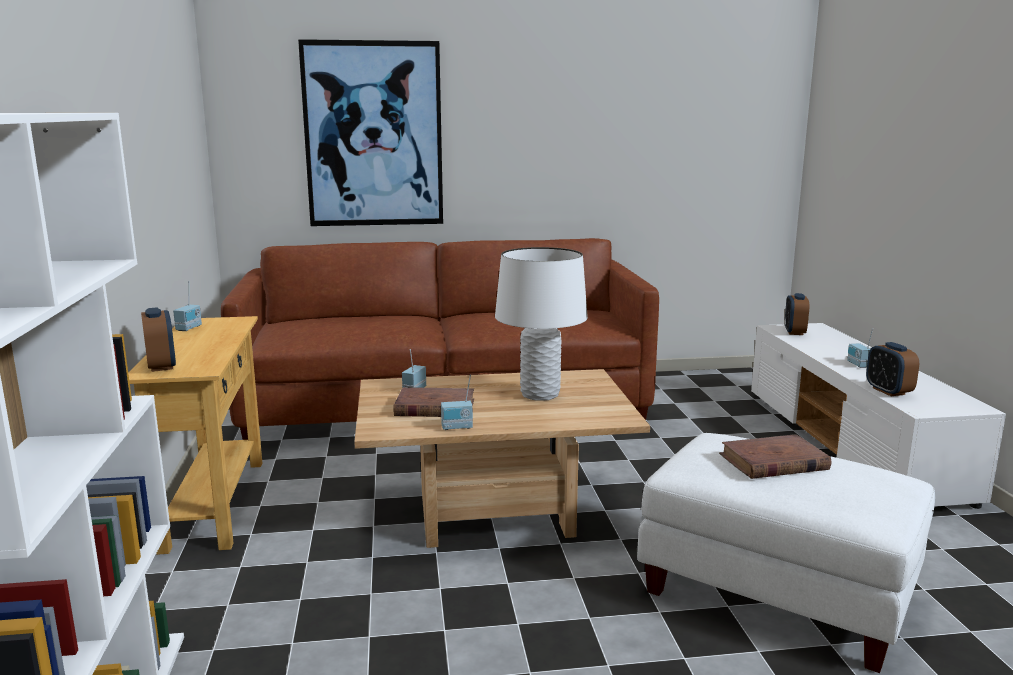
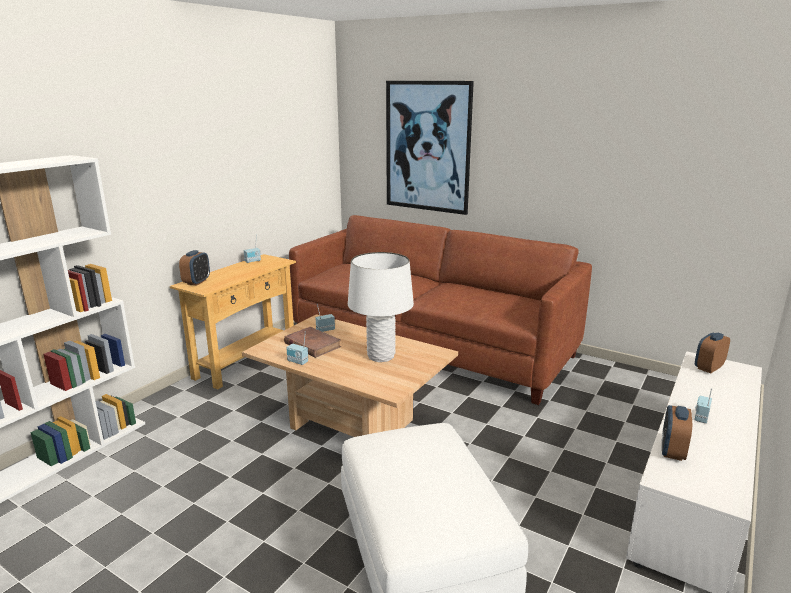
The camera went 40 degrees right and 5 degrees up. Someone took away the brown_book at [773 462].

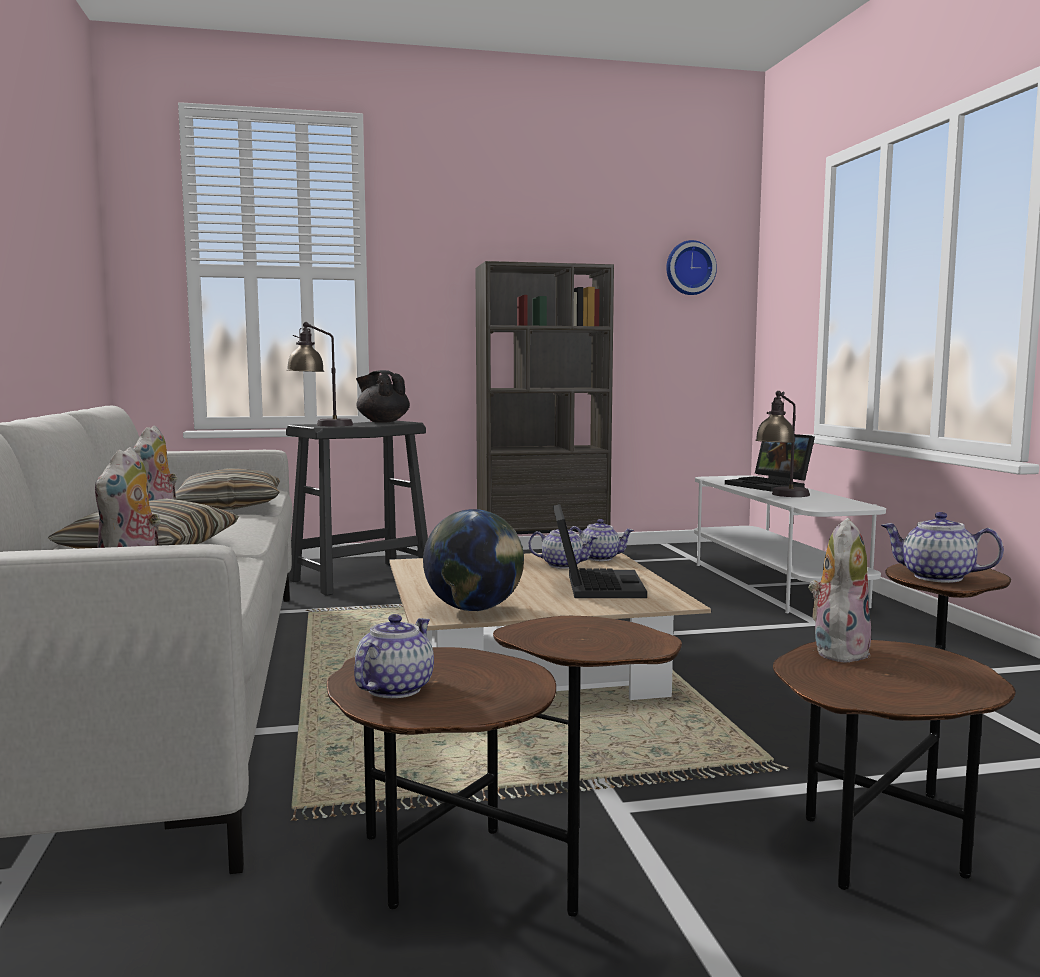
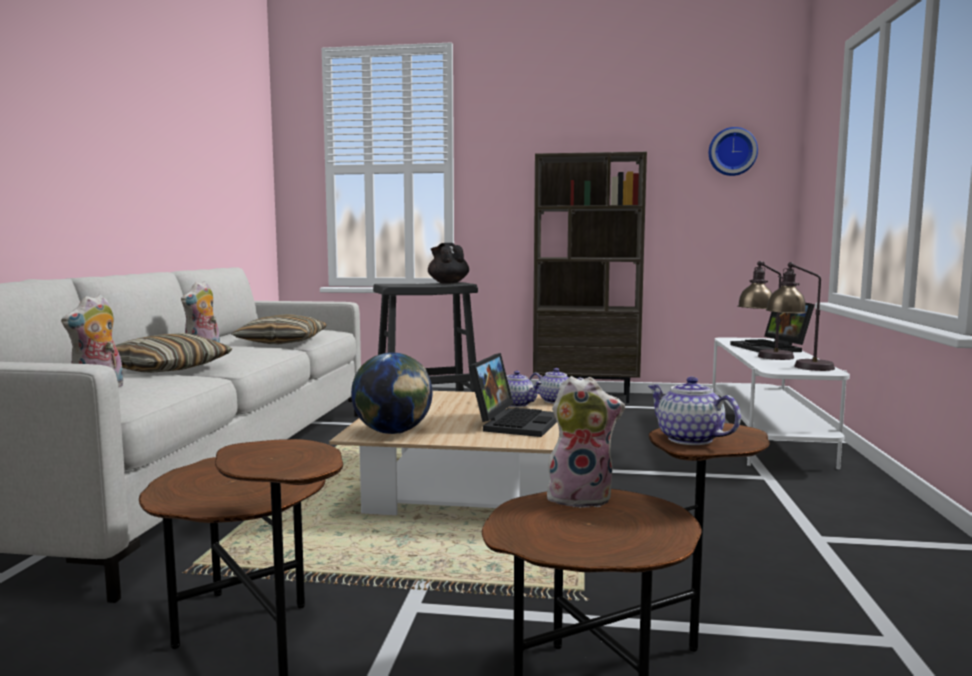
The camera went 20 degrees right and 0 degrees up. Someone carried the table_lamp from [320 425] to [798 366]. Someone rotated the plush_toy at [837 651] by 45 degrees clockwise. Someone took away the teapot at [394 688].

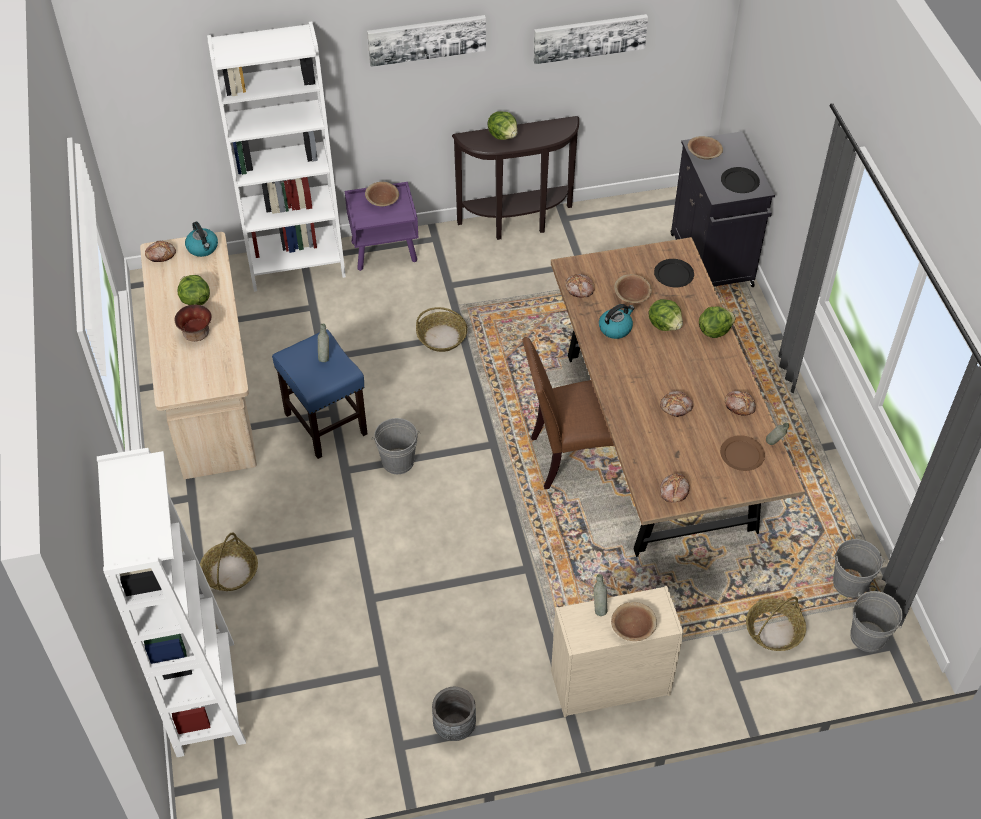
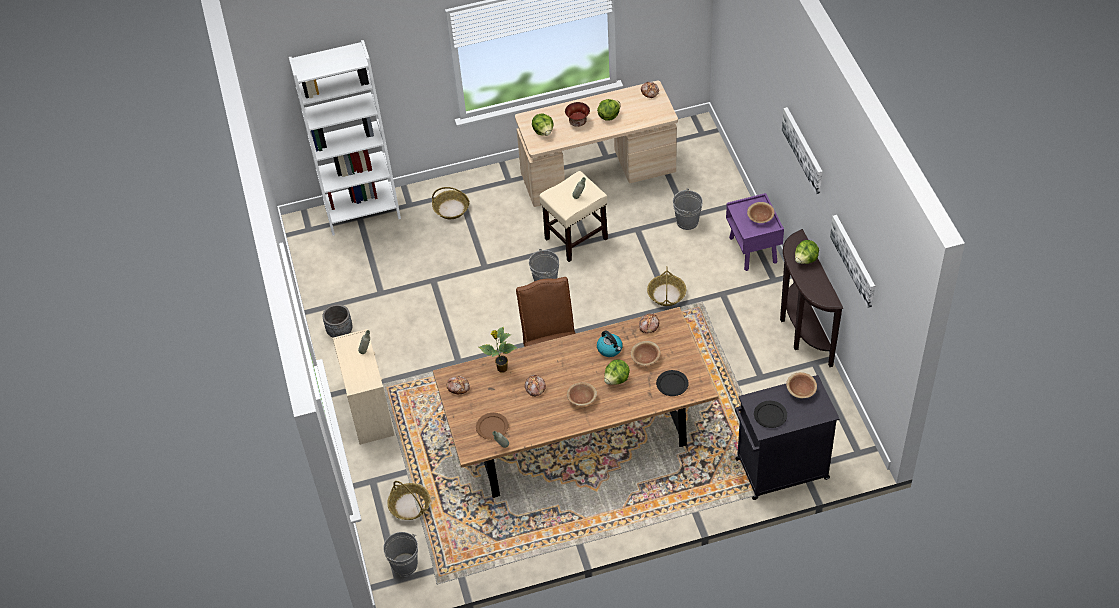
The camera went 90 degrees right and 0 degrees up. Someone took away the white_bookcase at [296 265]. Someone took away the kettle at [203 248]. Someone carried the lettuce from [714 331] to [543 131]. Someone repainted the blue_stool at [326 424], which became the beige_stool at [575 239]. Someone took away the bread at [739 405]. Someone carried the grey_bucket from [849 583] to [687 221]. Someone carried the brown_bowl from [632 628] to [582 399]. Someone put down the potted_plant at [501 369].

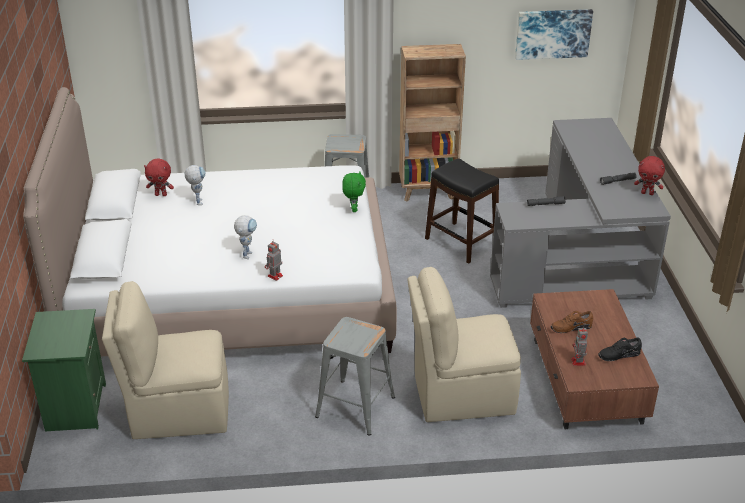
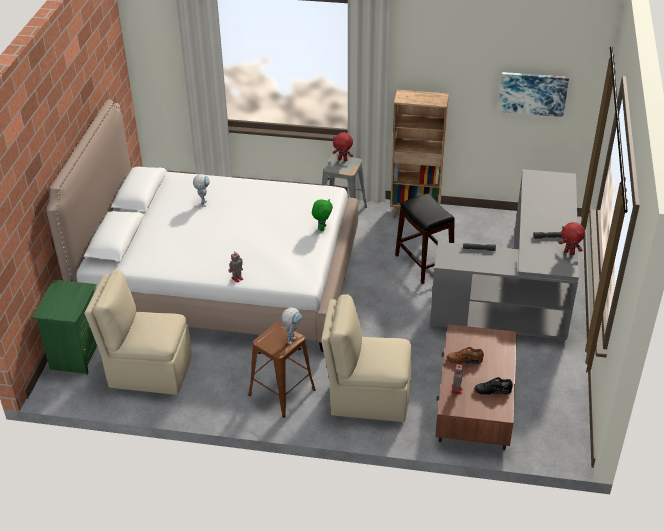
The camera went 15 degrees right and 5 degrees up. Someone carried the red_plush_toy from [161 194] to [343 160]. Someone carried the toy_robot from [247 253] to [292 338]. Someone repainted the grey_stool at [354 406], which became the brown_stool at [281 392].

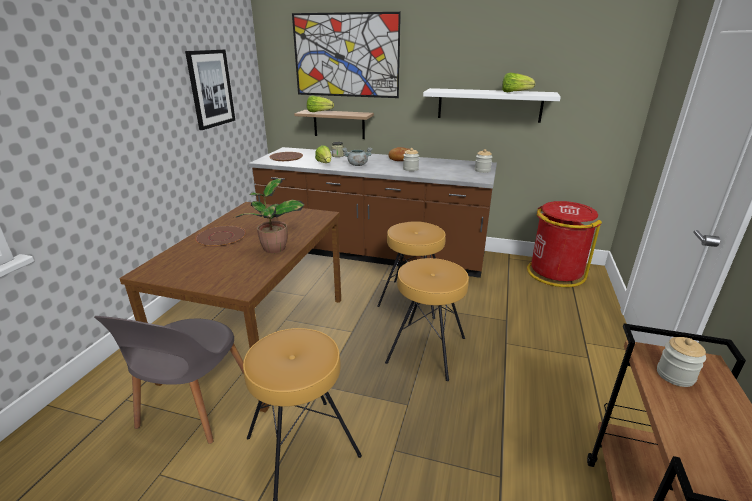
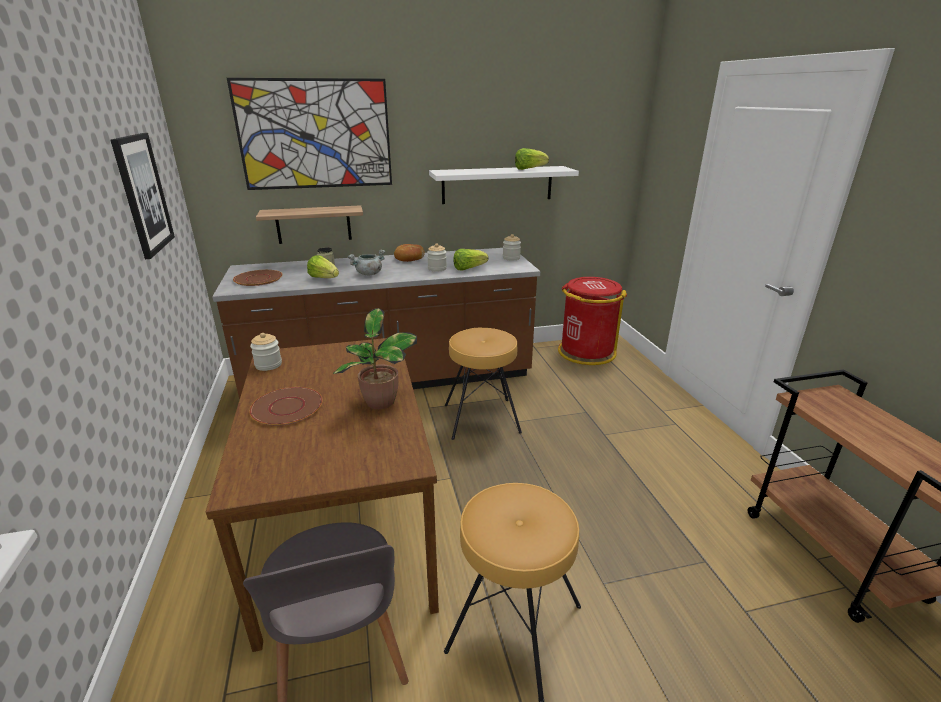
The camera went 30 degrees left and 0 degrees up. Someone carried the lettuce from [319 112] to [468 268]. Someone took away the brown_stool at [427 350]. Someone carried the jar from [675 375] to [268 365].

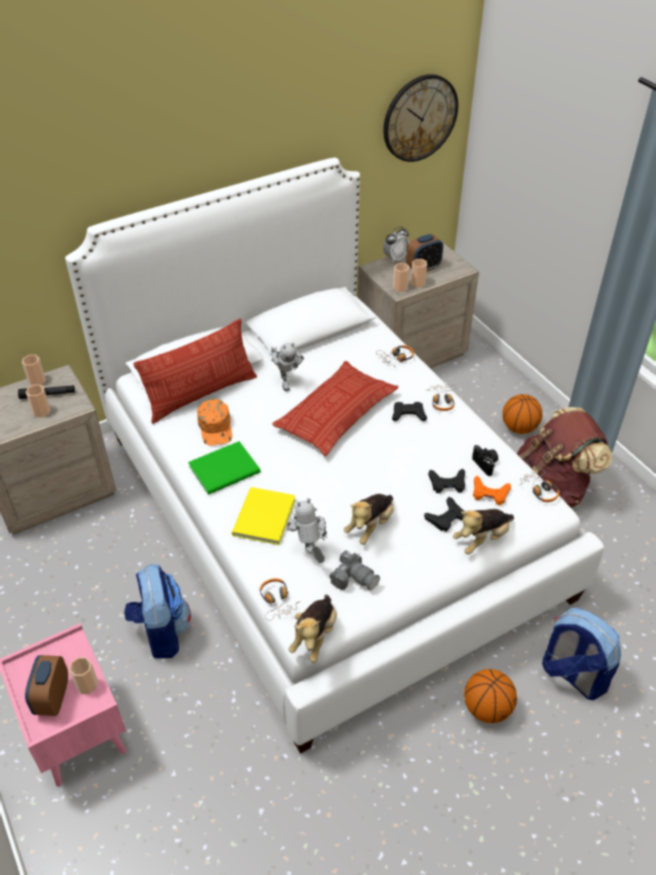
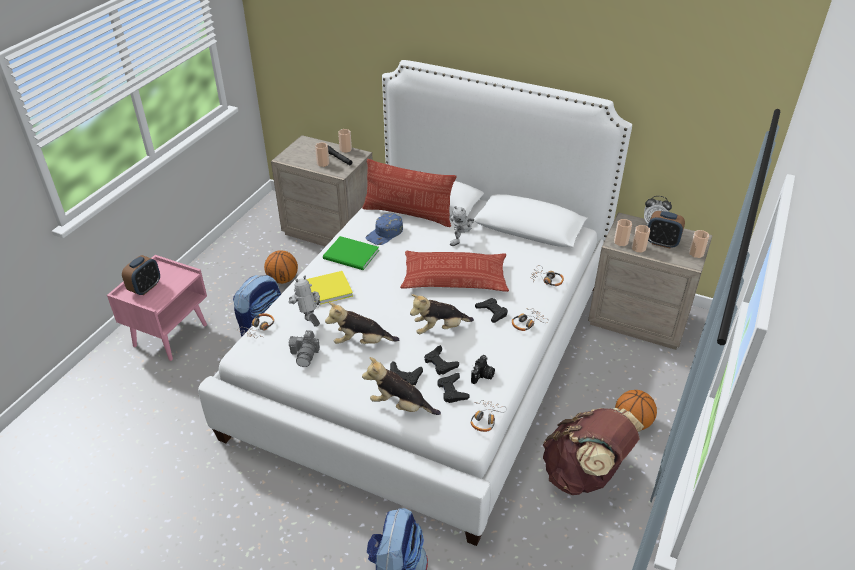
The camera went 55 degrees right and 5 degrees down. Someone took away the wall_clock at [419 118]. Someone repainted the orange_cap at [216 427], which became the blue_cap at [385 233]. Someone repainted the orange_game_controller at [489 493], which became the black_game_controller at [452 391]. Someone rotated the toy_robot at [310 553] by 60 degrees counterclockwise. Someone carried the plush_toy from [314 636] to [439 329]. Someone rotated the alarm_clock at [52 698] by 150 degrees clockwise. Someone carried the cup from [87 684] to [696 253]. Someone carried the basketball from [487 708] to [283 279].

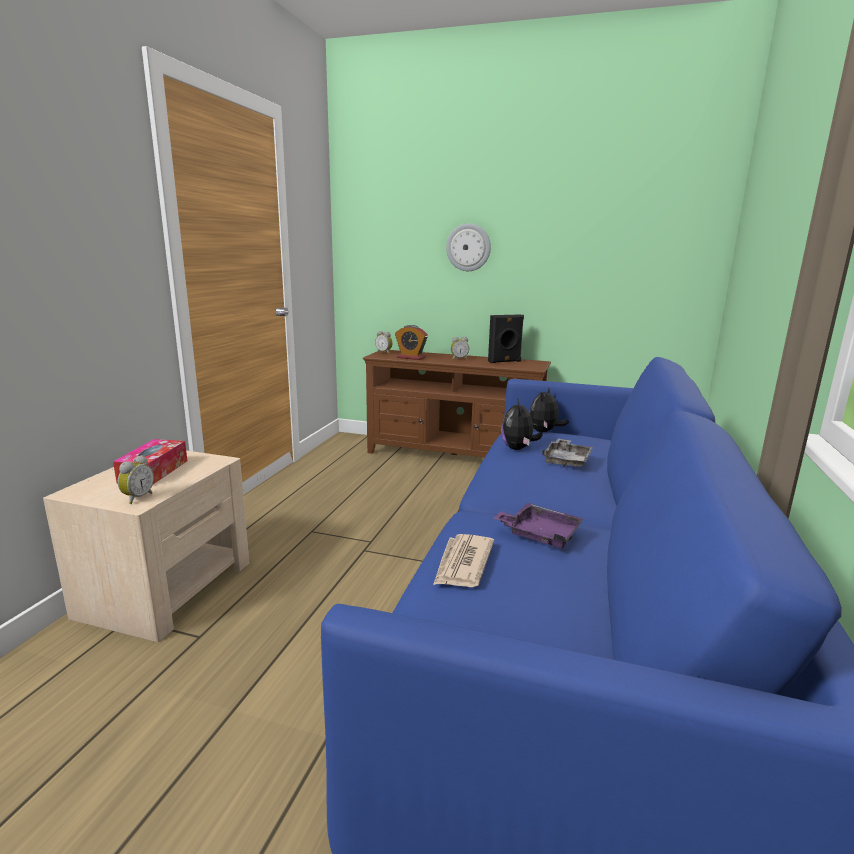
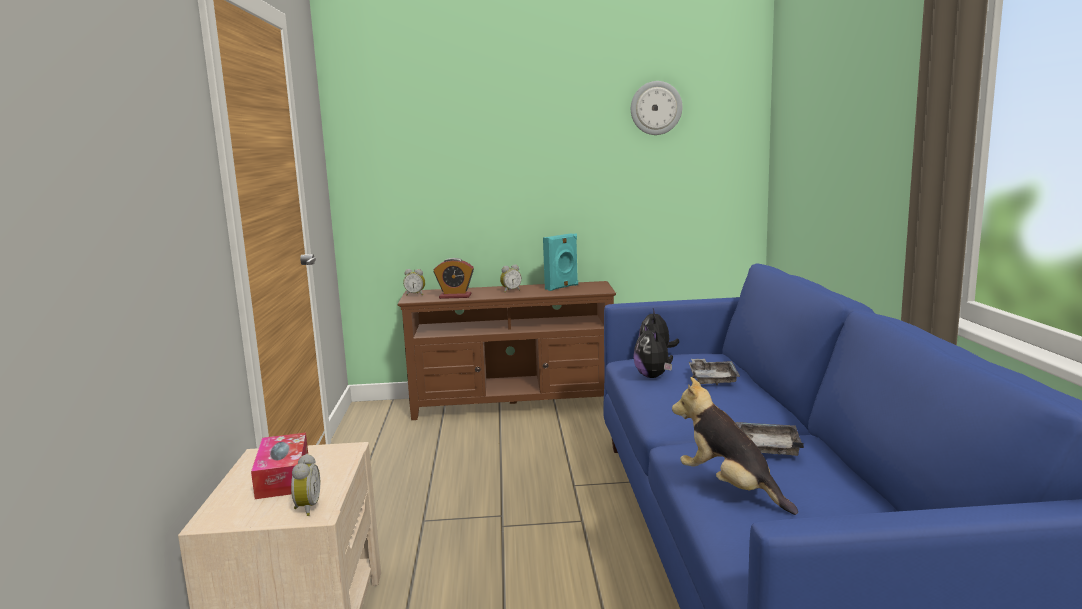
The camera went 20 degrees left and 5 degrees down. Someone carried the wall_clock from [468 247] to [656 108]. Someone repainted the black_speaker at [504 361], which became the turquoise_speaker at [562 287]. Someone repainted the purple_tray at [539 534], which became the grey_tray at [763 448]. Someone swapped the newspaper at [462 564] for the plush_toy at [730 488].

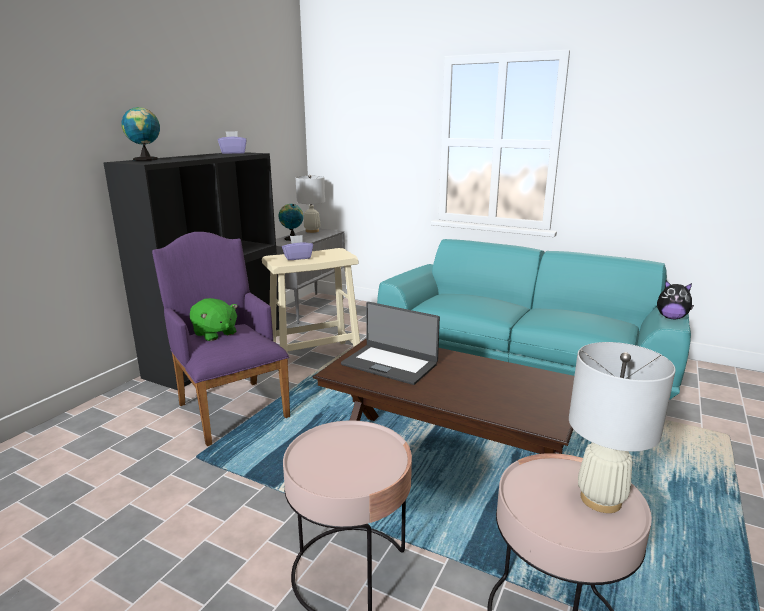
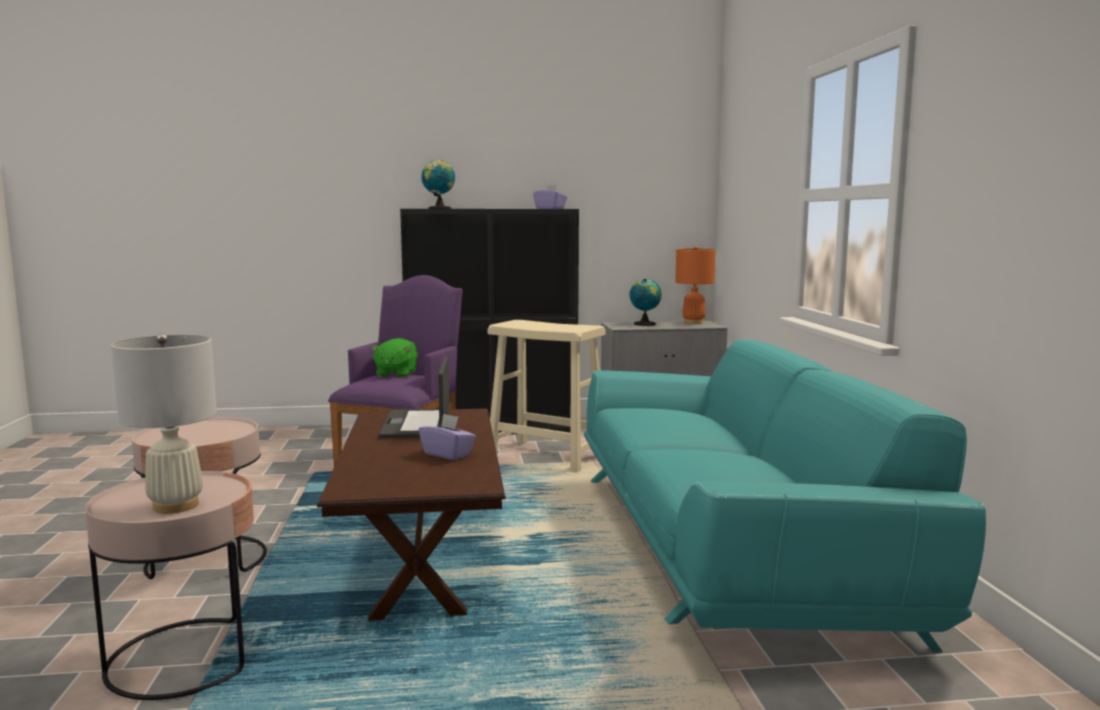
The camera went 55 degrees right and 10 degrees down. Someone repainted the white_table_lamp at [312 231], which became the orange_table_lamp at [693 322]. Someone carried the purple_tissue_box from [297 258] to [448 454]. Someone took away the plush_toy at [671 318].

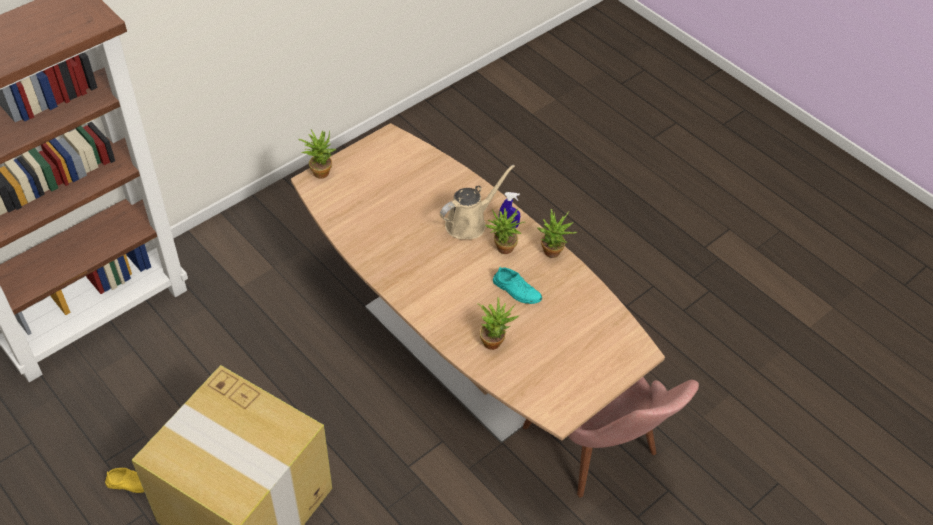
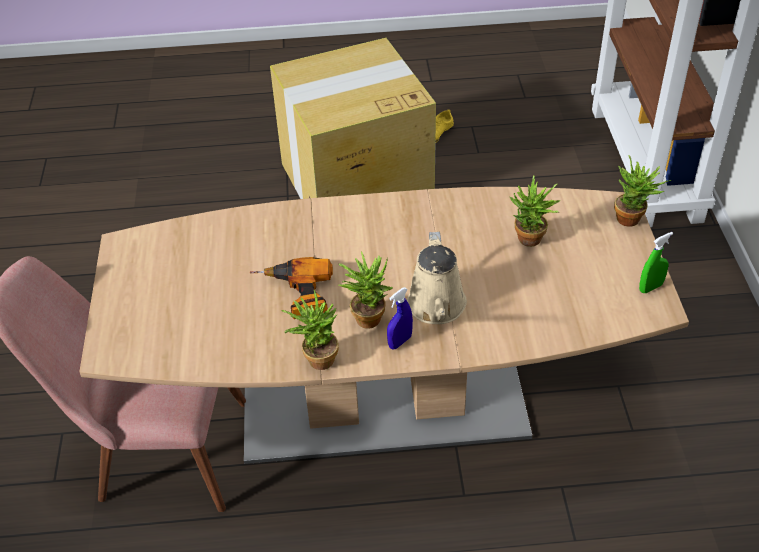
The camera went 130 degrees right and 5 degrees down. Someone swapped the turquoise_shoe at [516 290] for the power_drill at [297 295]. Someone carried the potted_plant from [495 340] to [529 242]. Someone put down the green_spray_bottle at [650 287].

